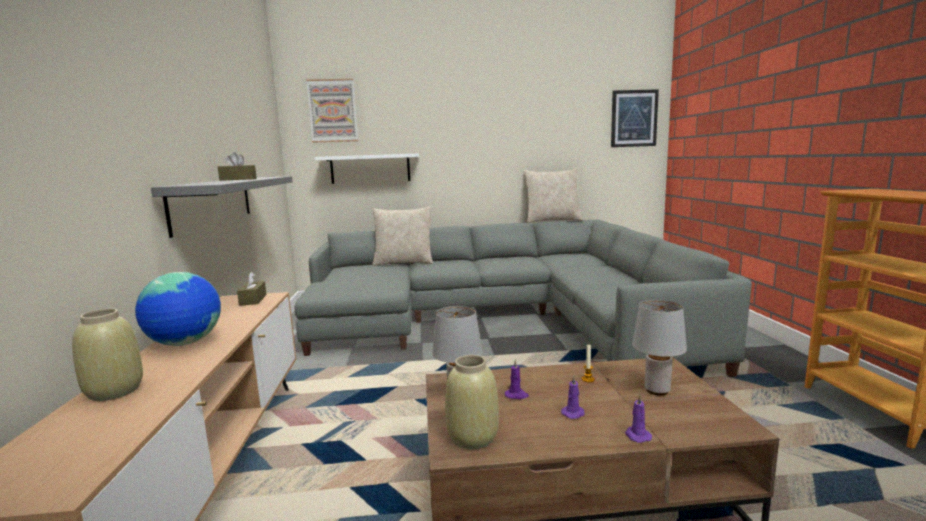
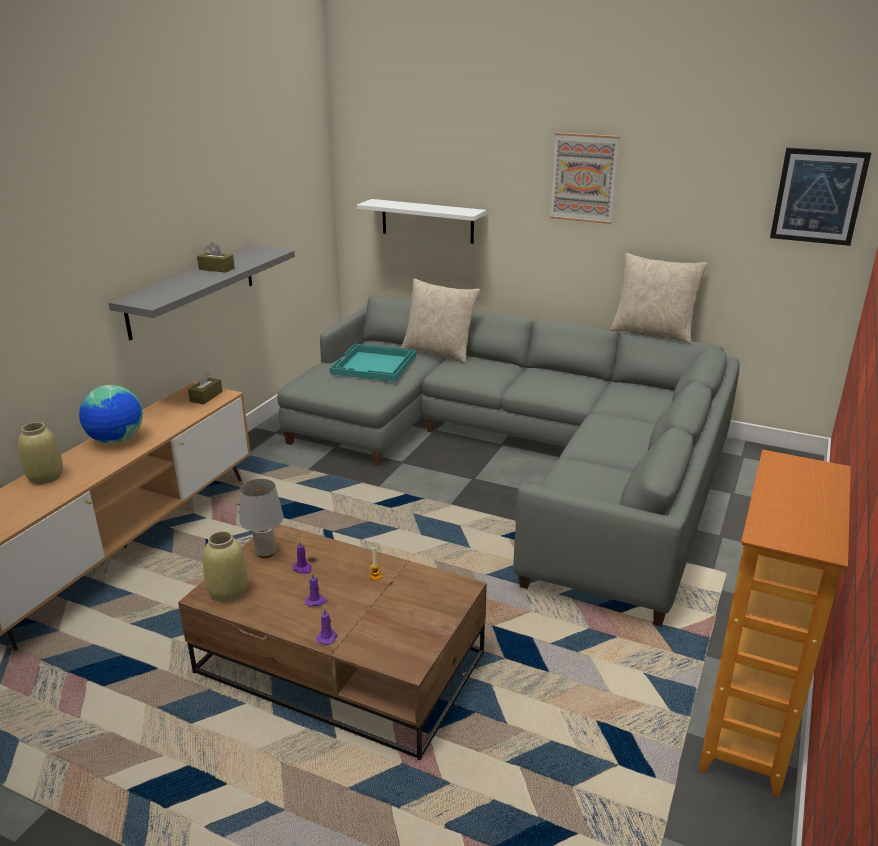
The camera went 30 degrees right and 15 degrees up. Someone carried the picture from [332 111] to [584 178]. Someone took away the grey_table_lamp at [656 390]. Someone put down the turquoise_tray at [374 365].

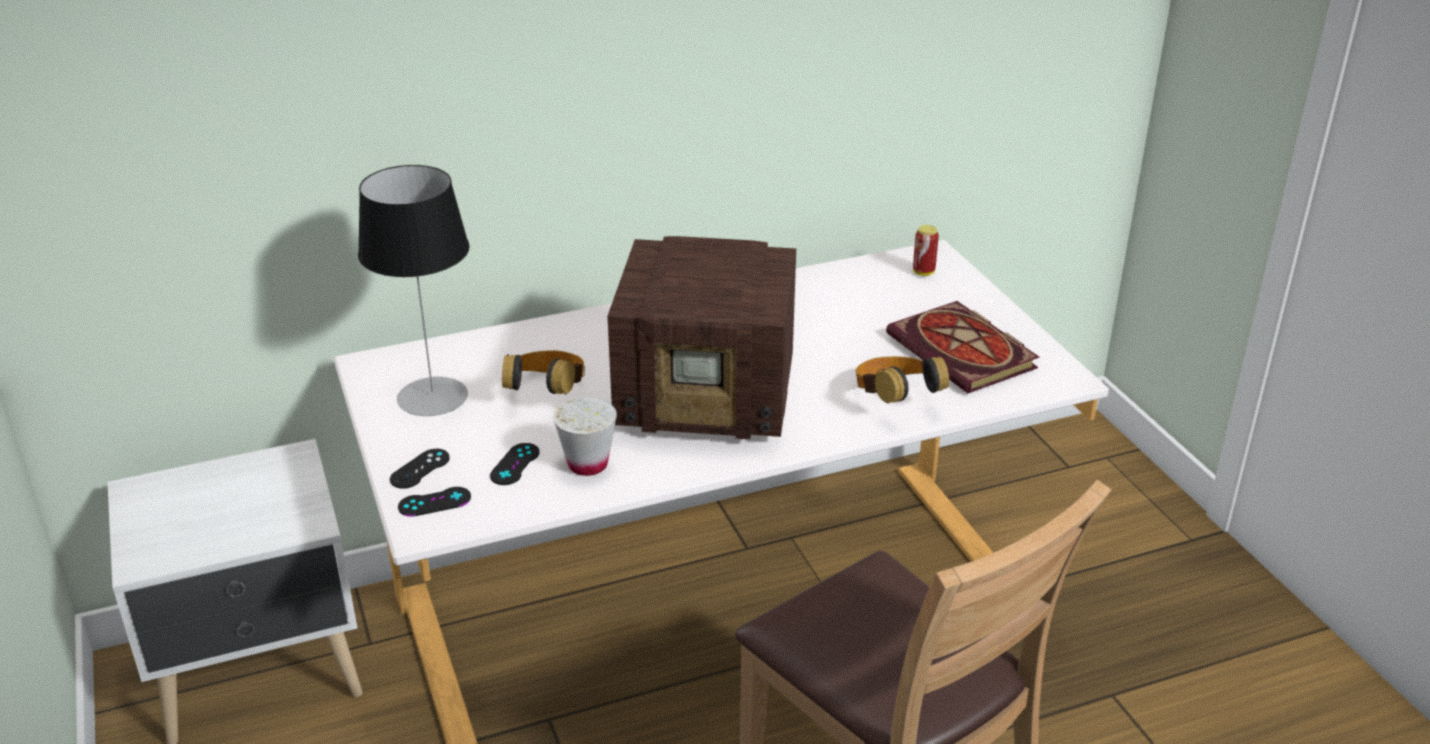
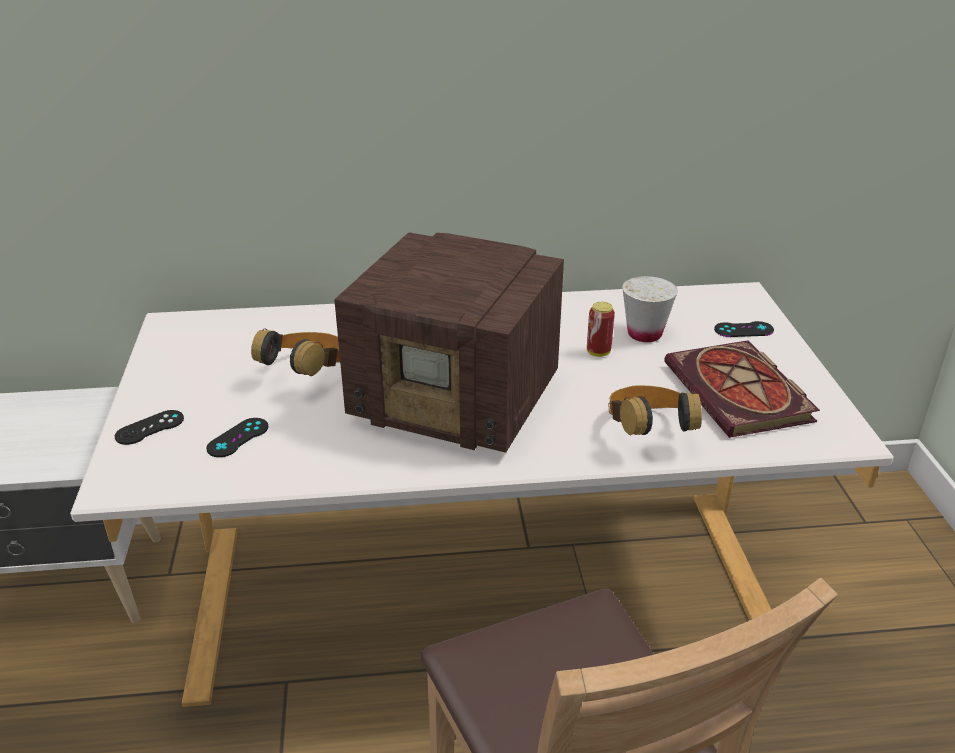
The camera went 15 degrees right and 0 degrees up. Someone took away the table_lamp at [433 397]. Someone carried the can from [923 272] to [598 352]. Someone carried the white_cup from [587 464] to [644 334]. Someone carried the black_game_controller from [434 502] to [743 330].

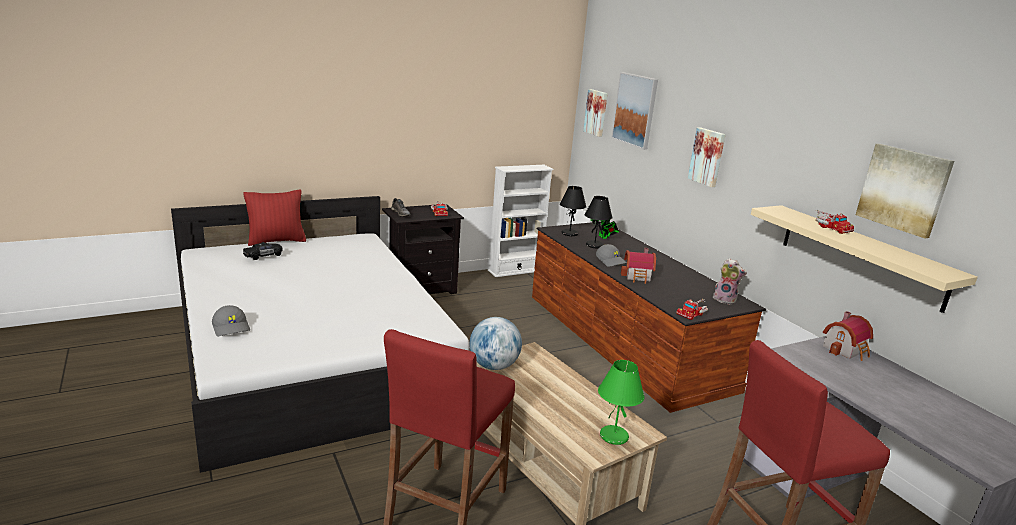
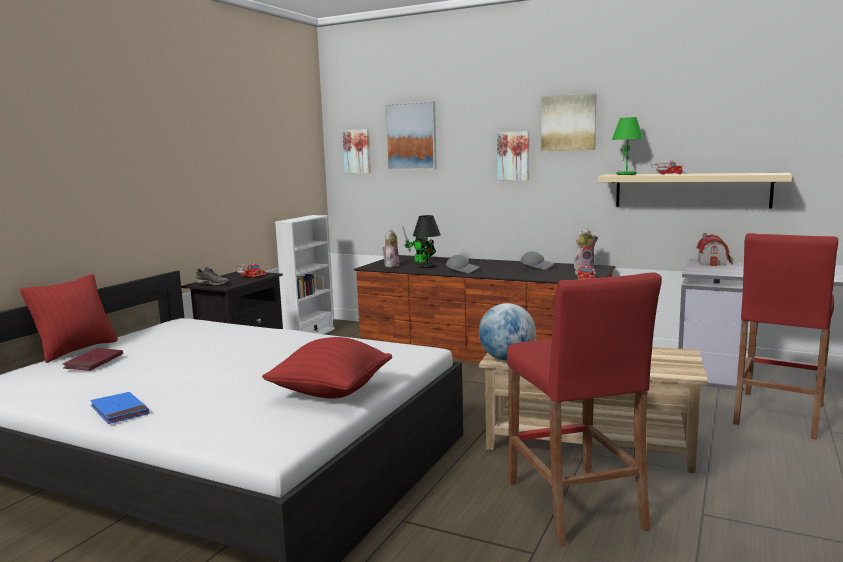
The camera went 35 degrees left and 10 degrees down. Someone carried the picture from [903 189] to [568 123]. Someone swapped the black_table_lamp at [569 234] for the plush_toy at [391 265]. Someone swapped the black_toy_car at [263 256] for the red_book at [94 362]. Someone took away the toy_house at [638 277]. Someone carried the grey_cap from [231 327] to [537 267]. Someone carried the green_table_lamp from [613 437] to [626 174]. Someone put down the red_pillow at [331 392]. Someone put down the blue_book at [119 411].

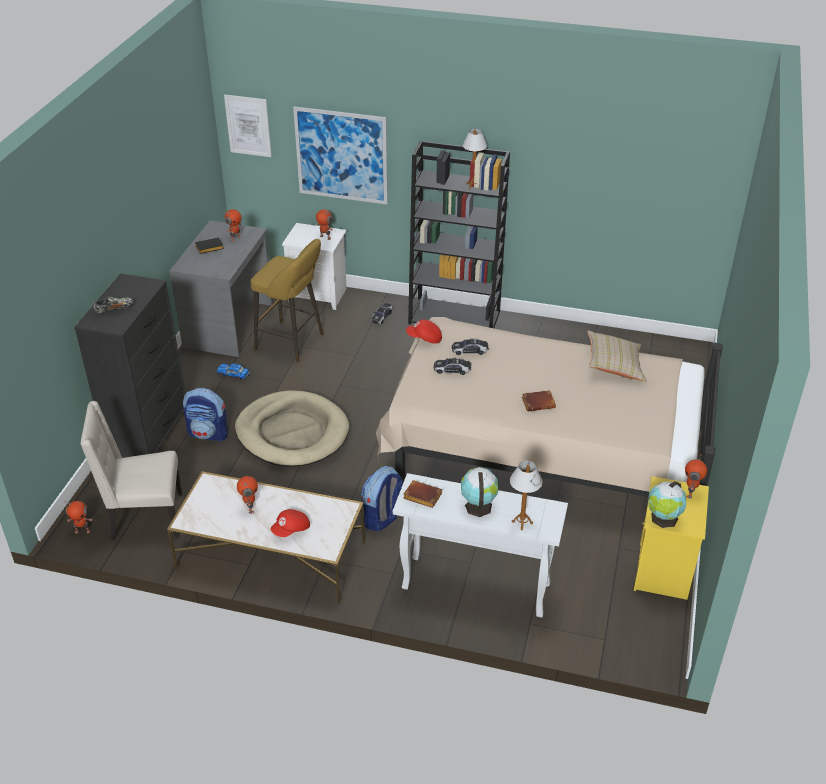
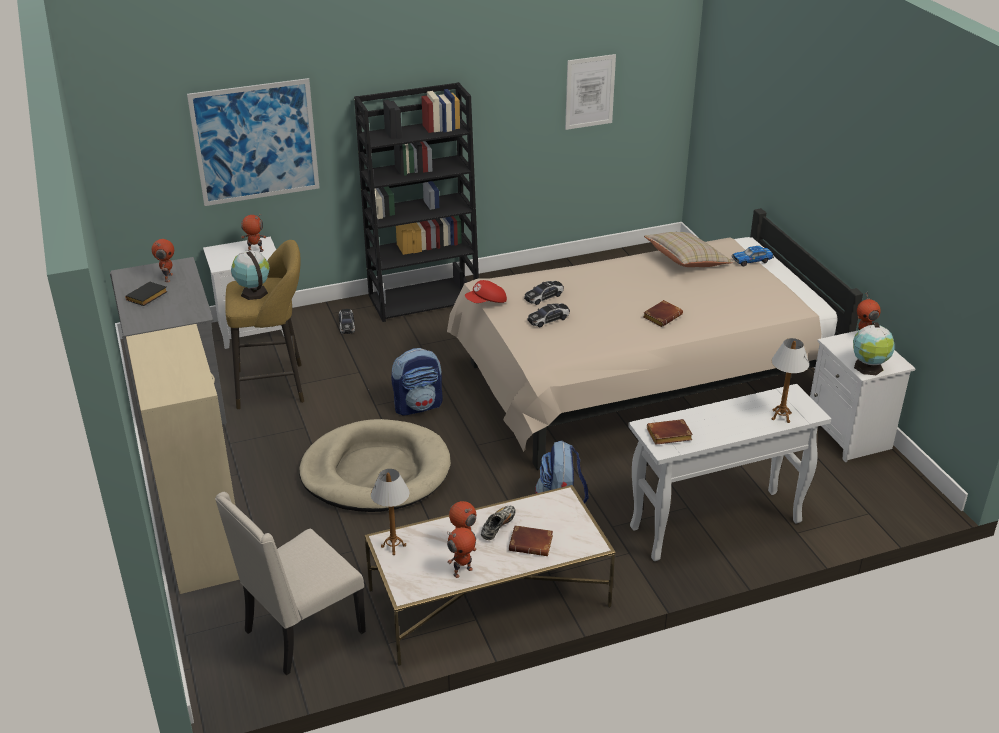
The camera went 35 degrees left and 5 degrees down. Someone carried the picture from [248 125] to [590 92]. Someone carried the table_lamp from [473 185] to [393 546]. Someone repainted the black_dresser at [149 433], which became the beige_dresser at [204 544]. Someone carried the shoe from [114 309] to [498 527]. Someone carried the toy_car from [233 374] to [752 260]. Someone carried the backpack from [209 433] to [418 406]. Someone carried the globe from [478 505] to [253 292]. Someone repainted the yellow_nightstand at [664 572], which became the white_nightstand at [850 435]. Someone carried the toy_robot from [82 530] to [462 571]. Someone swapped the red_cap at [291 530] for the brown_book at [532 543].

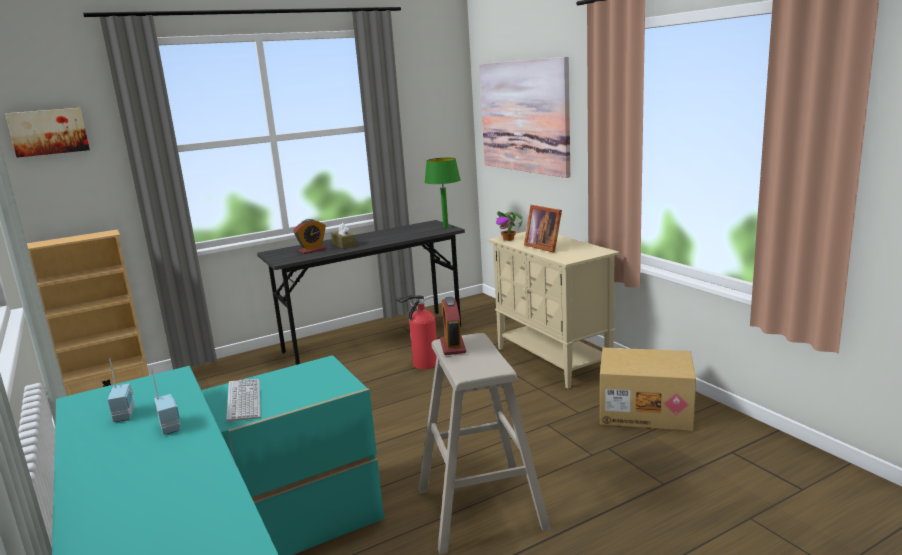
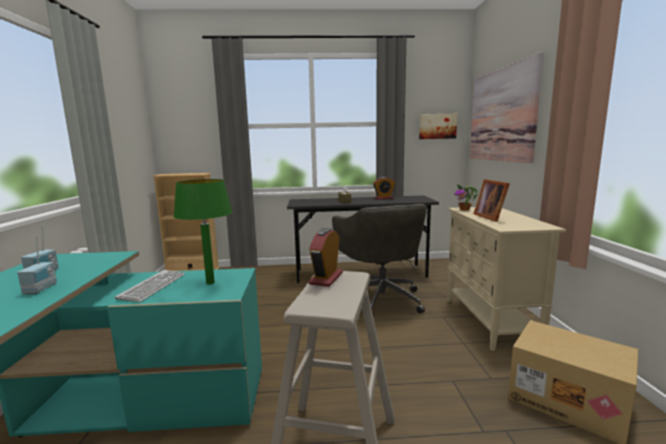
The camera went 25 degrees right and 5 degrees down. Someone carried the picture from [48 132] to [437 126]. Someone carried the green_table_lamp from [445 227] to [210 282]. Someone carried the alarm_clock from [312 250] to [384 198]. Someone swapped the fire_extinguisher at [423 365] for the grey_office_chair at [381 299].

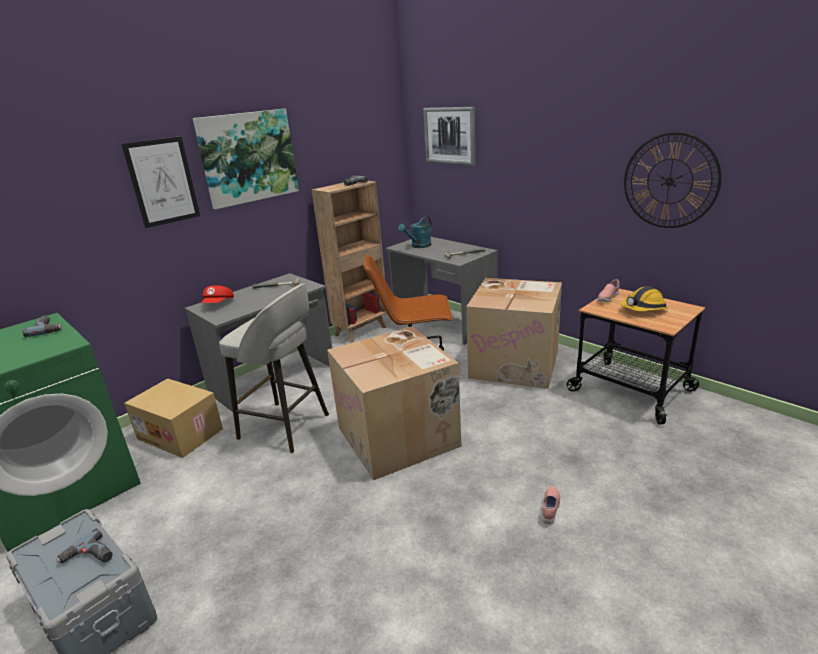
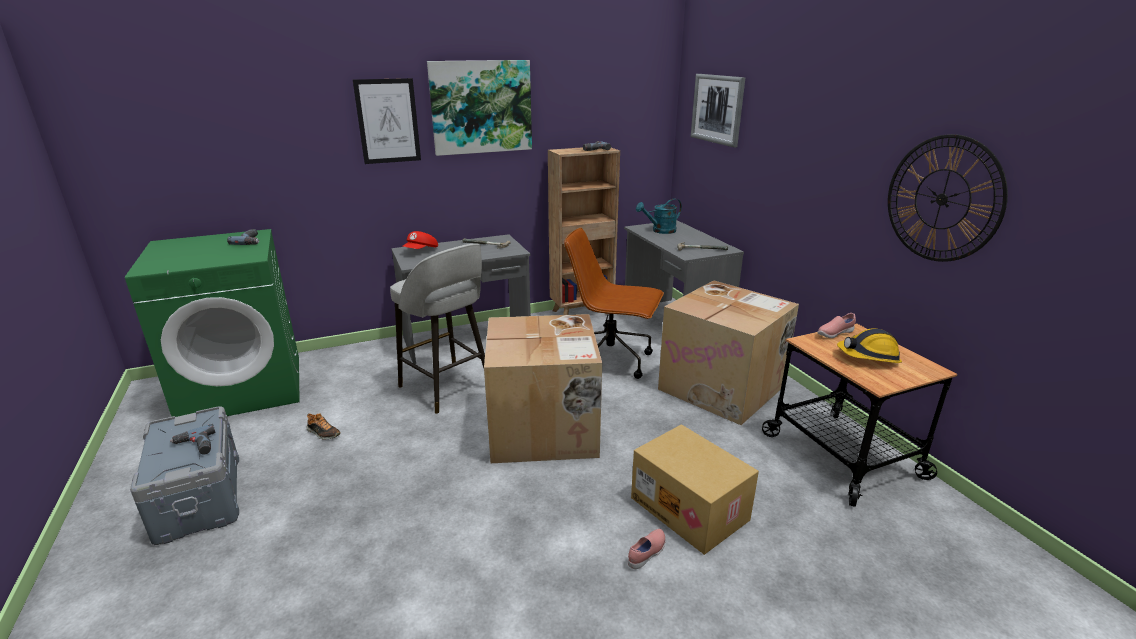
The camera went 20 degrees right and 0 degrees up. Someone carried the cardboard_box from [181 433] to [691 508]. Someone put down the shoe at [323 433].

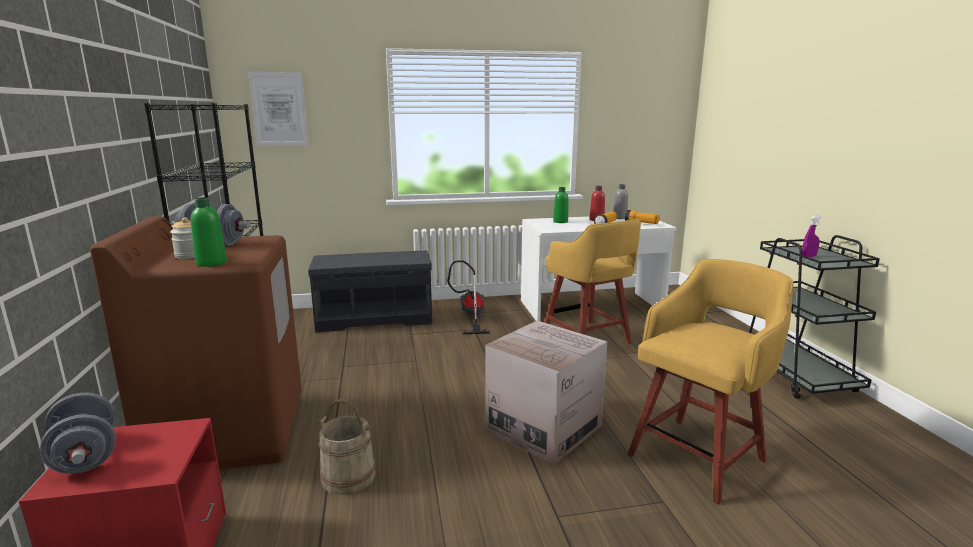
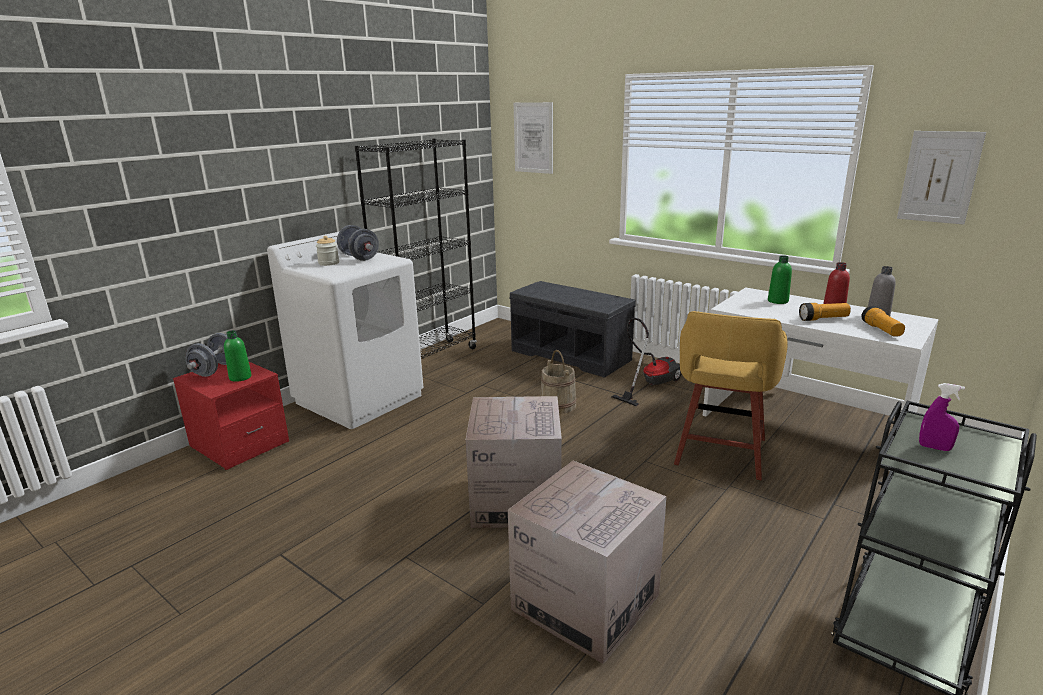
The camera went 50 degrees right and 5 degrees up. Someone carried the green_bottle from [211 263] to [240 377]. Someone repainted the brown_washing_machine at [230 432], which became the white_washing_machine at [360 399]. Someone swapped the yellow_stool at [699 456] for the cardboard_box at [586 602]. Someone carried the beige_bucket from [348 477] to [557 405]. Someone put up the picture at [939 177].

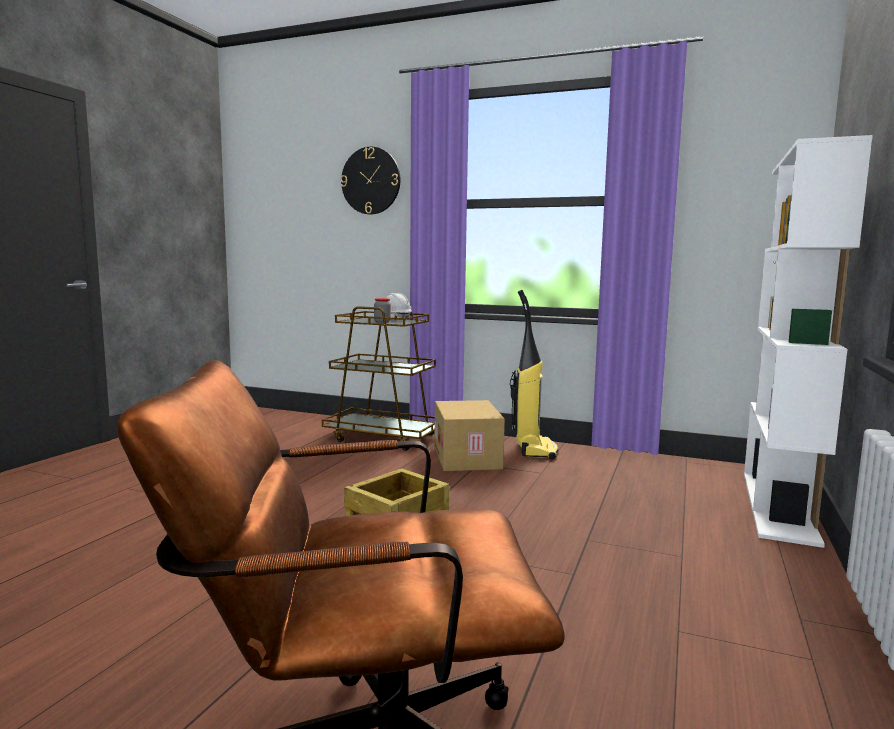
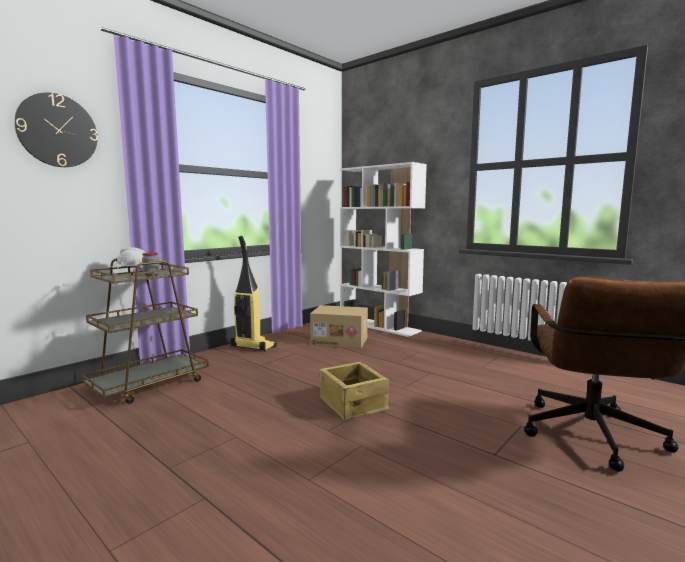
The camera went 70 degrees left and 0 degrees up. Someone carried the cardboard_box from [468 457] to [340 341].

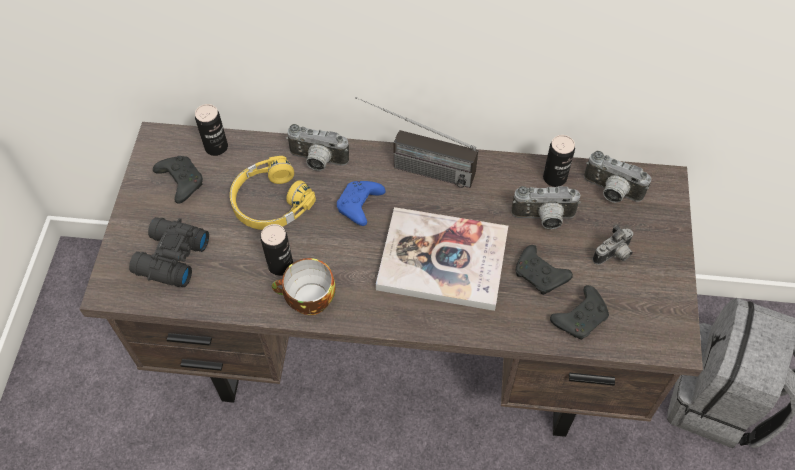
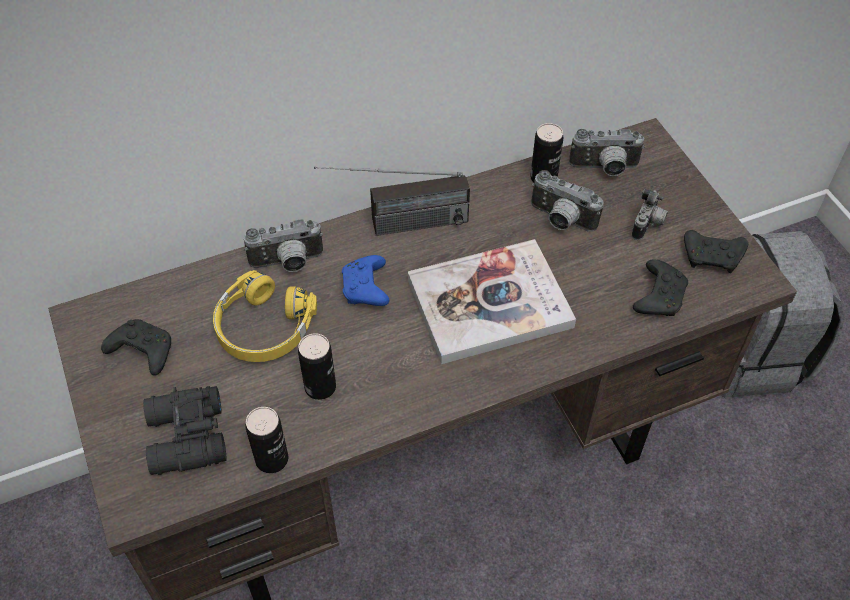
The camera went 30 degrees left and 5 degrees down. Someone carried the can from [216 147] to [272 459]. Someone rotated the photo_camera at [543 219] by 60 degrees clockwise. Someone carried the black_game_controller from [540 276] to [713 257]. Someone took away the cup at [308 300].

